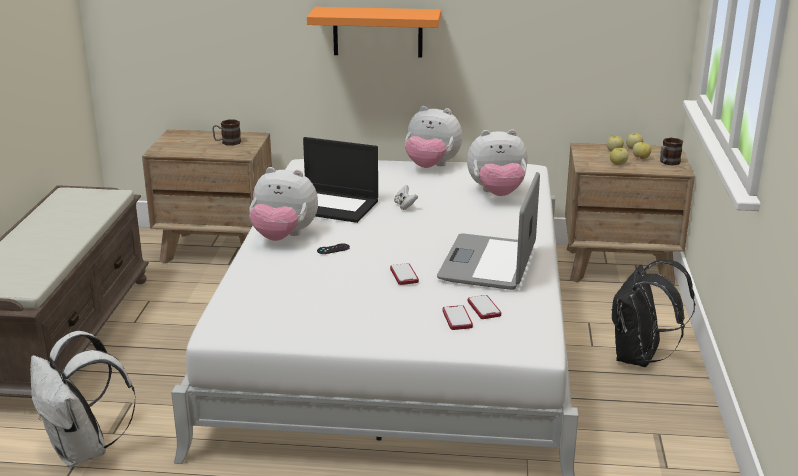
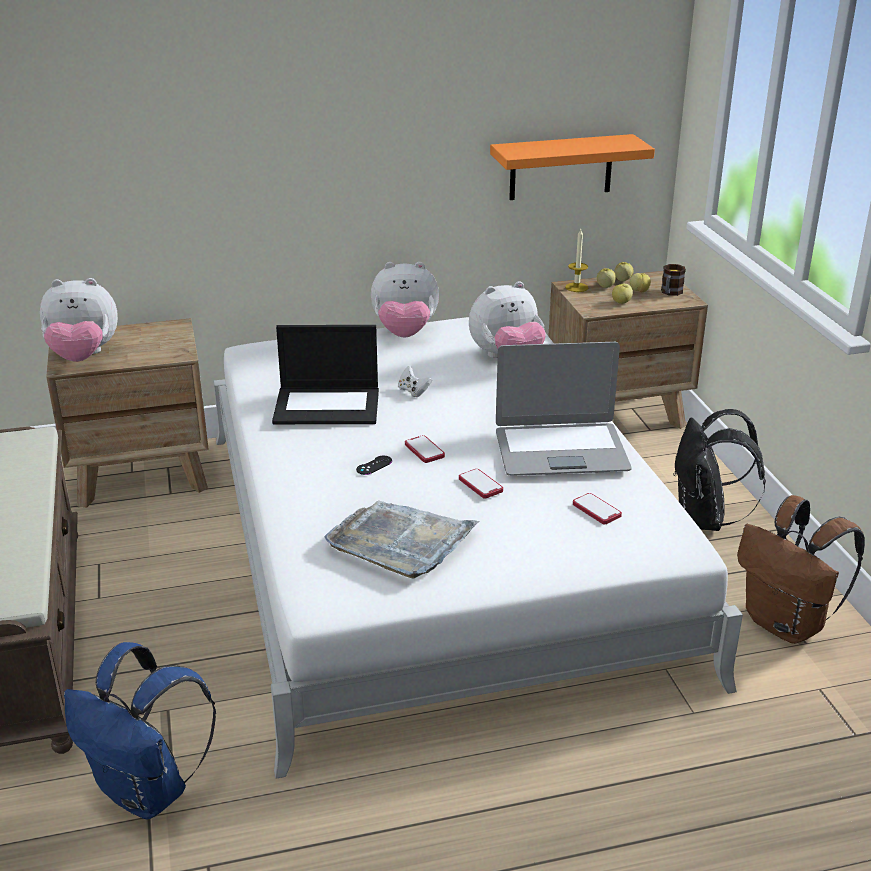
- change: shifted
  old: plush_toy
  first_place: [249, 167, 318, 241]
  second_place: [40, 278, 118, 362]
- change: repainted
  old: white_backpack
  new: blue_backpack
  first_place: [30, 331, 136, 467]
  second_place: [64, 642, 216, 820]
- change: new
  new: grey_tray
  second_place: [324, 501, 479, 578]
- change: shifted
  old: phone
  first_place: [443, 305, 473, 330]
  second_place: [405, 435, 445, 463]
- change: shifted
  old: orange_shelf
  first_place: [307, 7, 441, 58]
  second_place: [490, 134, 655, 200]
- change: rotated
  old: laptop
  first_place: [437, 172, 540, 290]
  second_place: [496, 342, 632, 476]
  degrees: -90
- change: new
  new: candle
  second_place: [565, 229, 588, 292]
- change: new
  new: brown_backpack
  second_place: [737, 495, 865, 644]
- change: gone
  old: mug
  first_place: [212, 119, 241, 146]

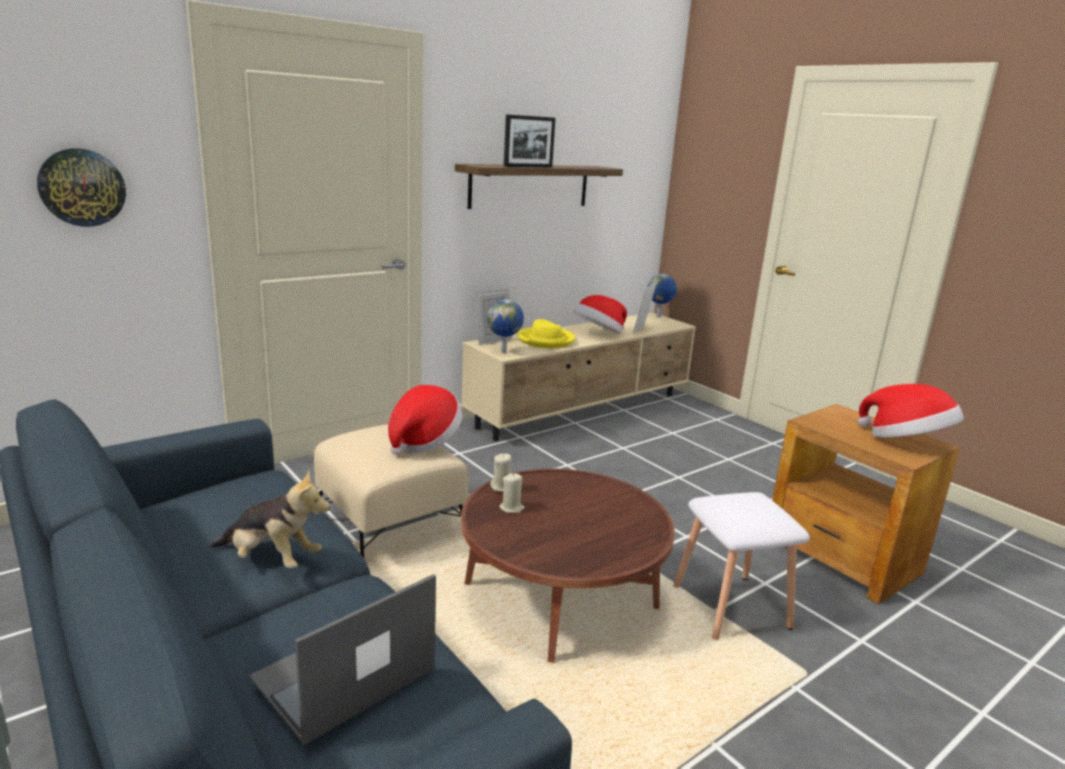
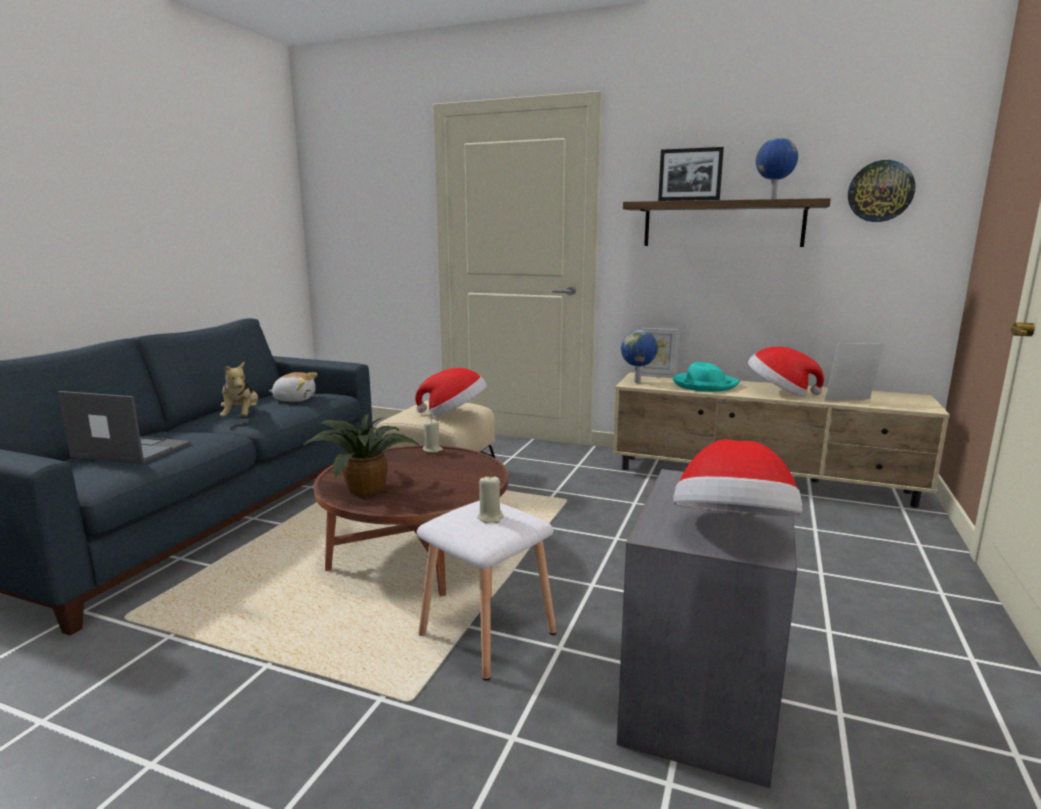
- change: new
  new: plush_toy
  second_place: [269, 372, 318, 402]
- change: new
  new: potted_plant
  second_place: [301, 414, 422, 496]
- change: shifted
  old: beige_candle
  first_place: [499, 473, 525, 513]
  second_place: [477, 475, 503, 523]
- change: repainted
  old: brown_side_table
  new: grey_side_table
  first_place: [772, 404, 960, 604]
  second_place: [617, 469, 797, 788]
- change: repainted
  old: yellow_hat
  new: turquoise_hat
  first_place: [517, 319, 575, 348]
  second_place: [673, 362, 740, 392]
- change: shifted
  old: globe
  first_place: [647, 274, 677, 318]
  second_place: [756, 138, 798, 199]
- change: shifted
  old: wall_clock
  first_place: [37, 148, 126, 227]
  second_place: [848, 160, 915, 222]

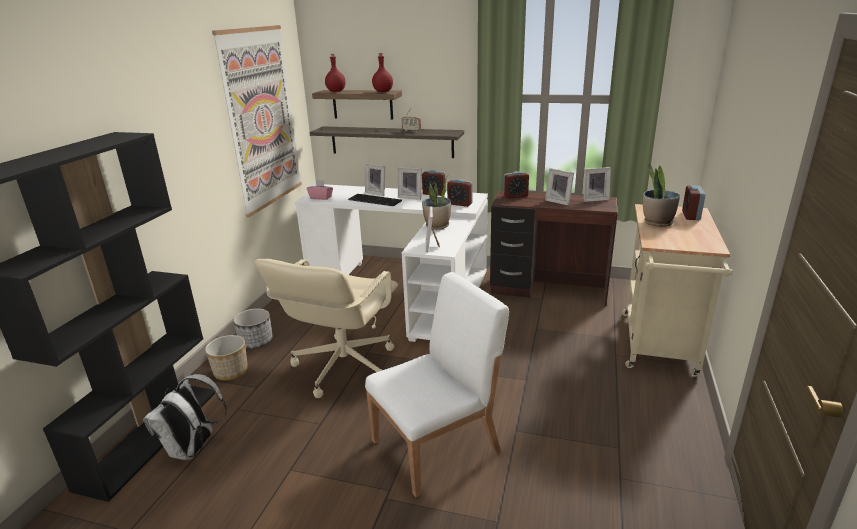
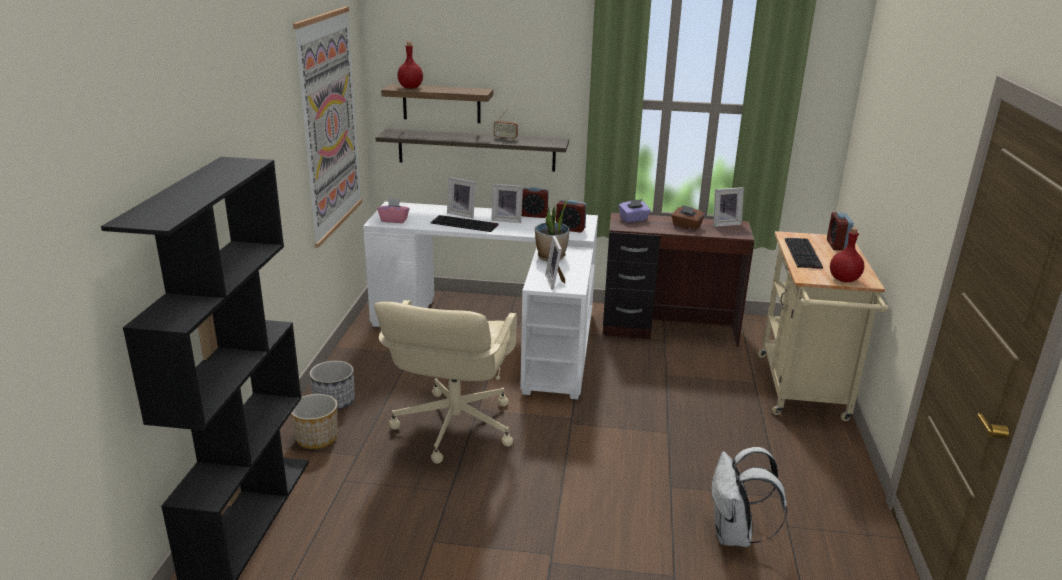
- change: swapped
  old: alarm_clock
  new: purple_tissue_box
  first_place: [503, 171, 529, 199]
  second_place: [619, 199, 651, 223]
- change: swapped
  old: picture_frame
  new: brown_tissue_box
  first_place: [545, 168, 574, 206]
  second_place: [671, 205, 705, 231]
- change: shifted
  old: white_backpack
  first_place: [143, 374, 227, 460]
  second_place: [711, 447, 788, 547]
- change: swapped
  old: potted_plant
  new: keyboard
  first_place: [643, 163, 680, 227]
  second_place: [784, 238, 823, 269]
- change: shifted
  old: red_bottle
  first_place: [372, 53, 393, 92]
  second_place: [830, 228, 864, 282]
- change: gone
  old: white_chair
  first_place: [365, 272, 509, 497]

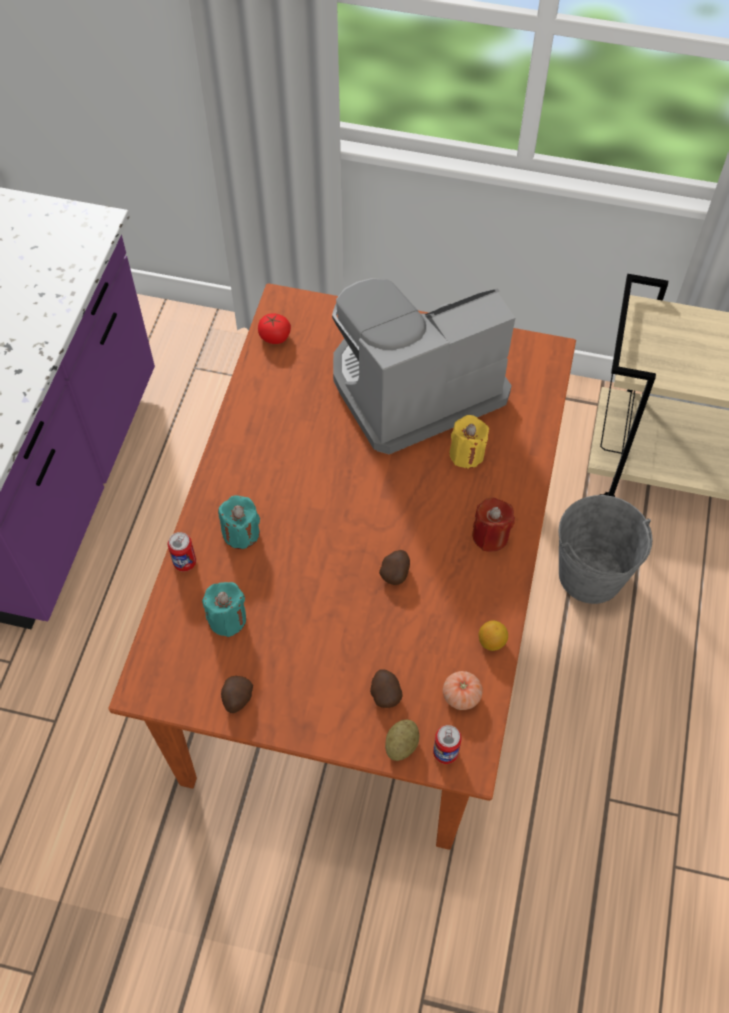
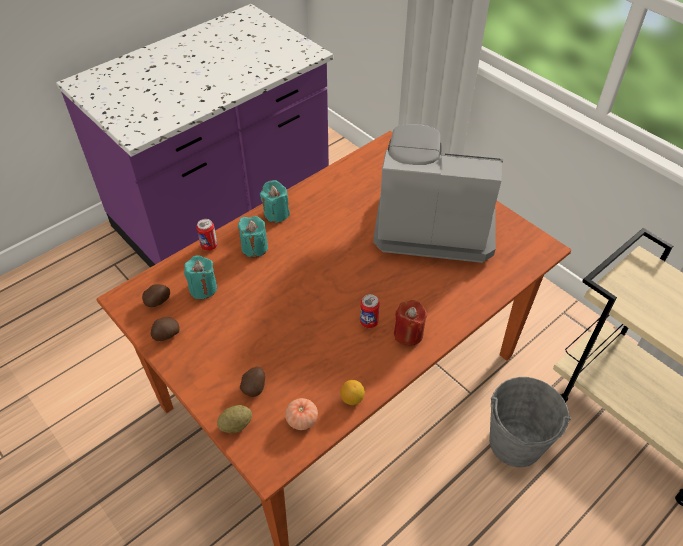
- change: shifted
  old: potato
  first_place: [379, 550, 410, 585]
  second_place: [142, 284, 170, 307]
- change: new
  new: turquoise_candle
  second_place: [260, 180, 290, 223]
- change: shifted
  old: can
  first_place: [433, 725, 462, 764]
  second_place: [360, 294, 380, 328]
- change: gone
  old: tomato
  first_place: [258, 313, 291, 344]
- change: gone
  old: yellow_candle
  first_place: [449, 415, 489, 468]

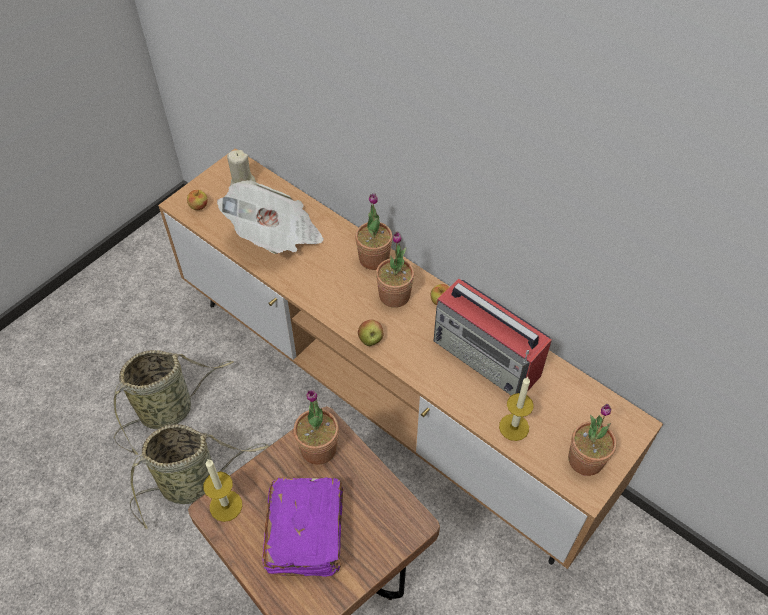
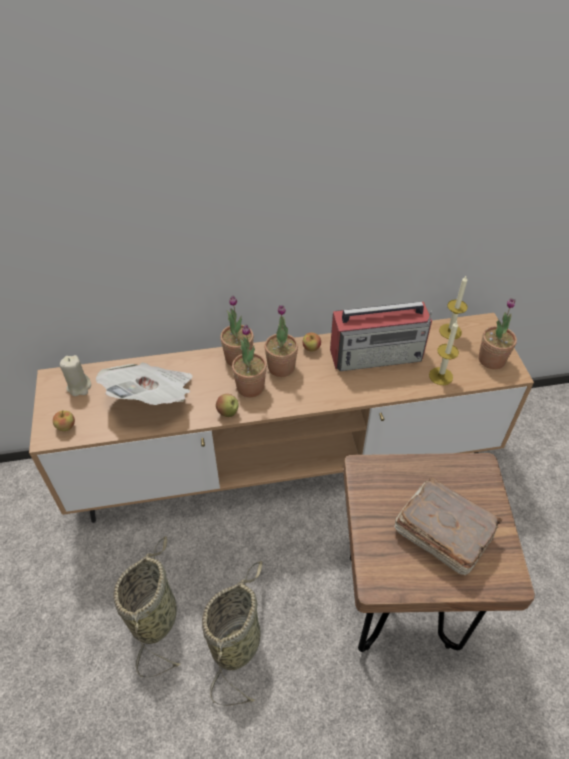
- change: shifted
  old: apple
  first_place: [358, 320, 383, 346]
  second_place: [216, 394, 239, 417]
- change: shifted
  old: potted_plant
  first_place: [293, 390, 339, 465]
  second_place: [232, 325, 267, 397]
- change: repainted
  old: purple_book
  new: brown_book
  first_place: [263, 477, 343, 577]
  second_place: [394, 477, 502, 576]
- change: shifted
  old: candle
  first_place: [203, 460, 242, 522]
  second_place: [439, 276, 468, 339]

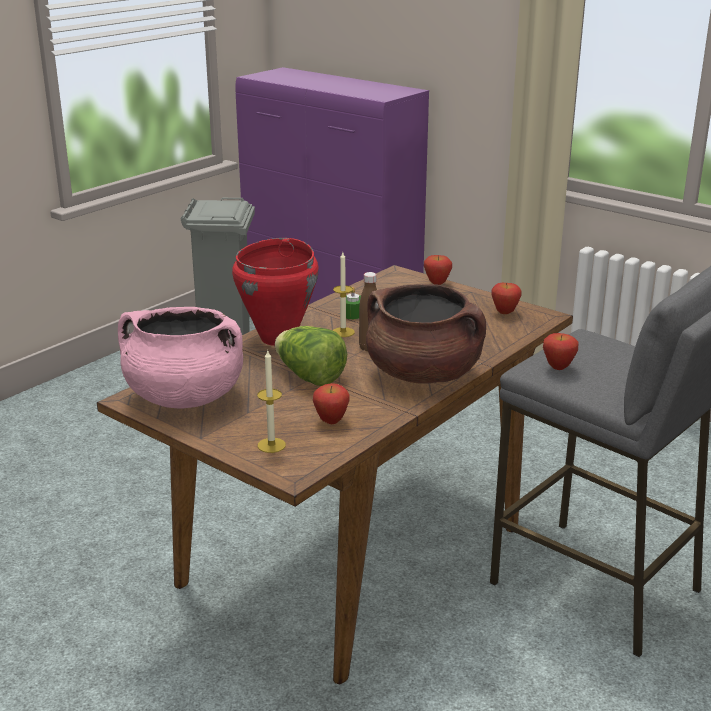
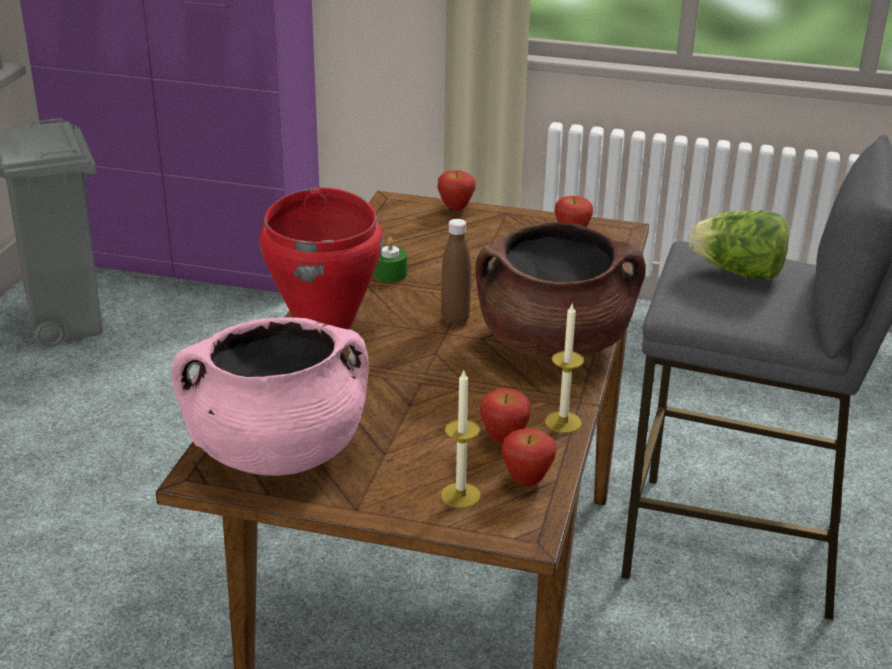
- change: shifted
  old: apple
  first_place: [543, 333, 578, 370]
  second_place: [501, 429, 556, 486]
- change: shifted
  old: candle
  first_place: [333, 252, 355, 337]
  second_place: [545, 304, 584, 433]
- change: shifted
  old: lettuce
  first_place: [275, 326, 347, 386]
  second_place: [689, 210, 789, 281]

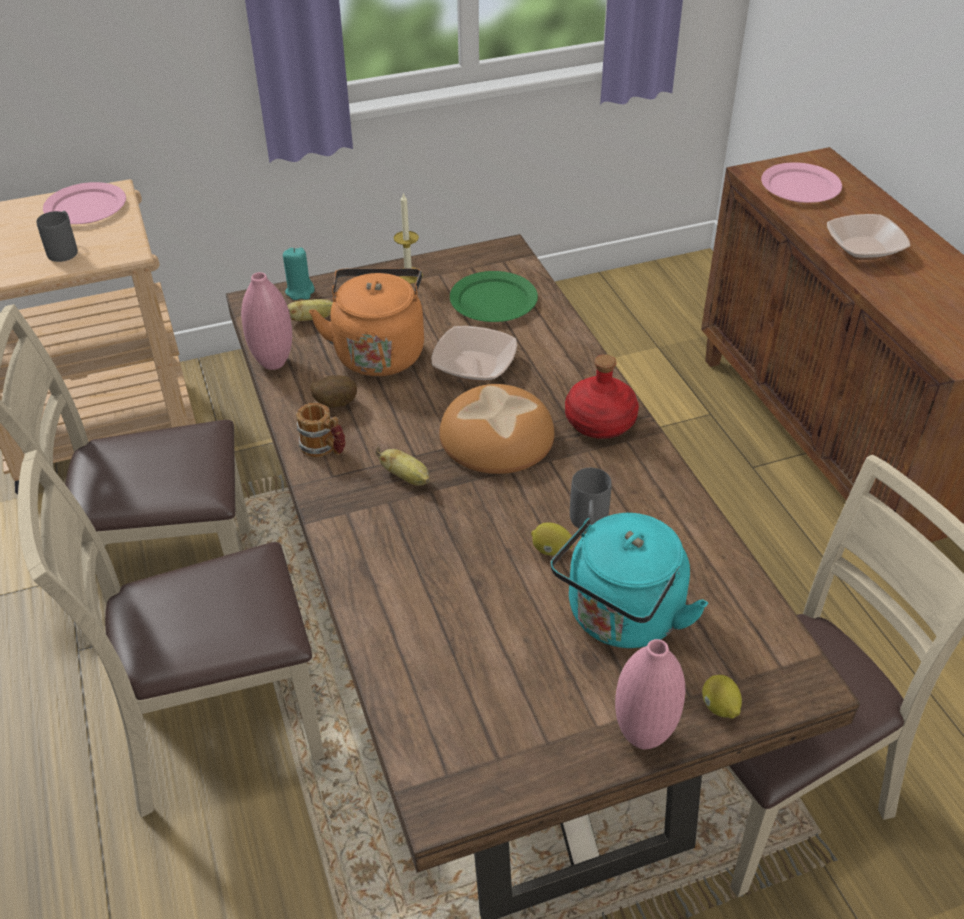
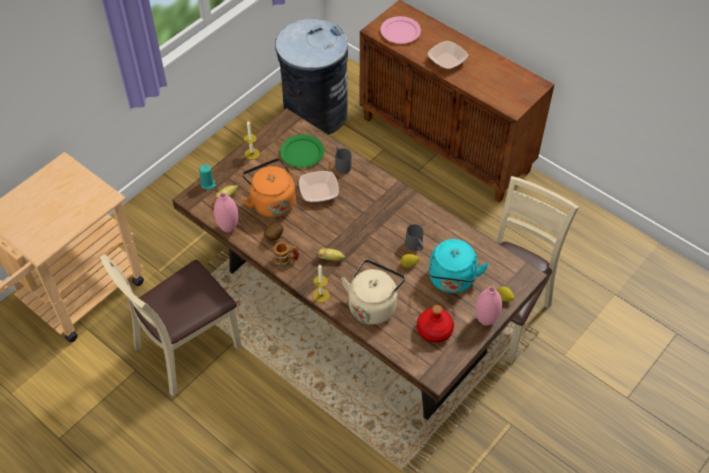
- change: new
  new: grey_trash_can
  second_place: [275, 19, 348, 135]
- change: new
  new: candle
  second_place: [313, 265, 330, 302]
- change: shifted
  old: grey_mug
  first_place: [36, 211, 78, 262]
  second_place: [335, 146, 351, 174]
- change: new
  new: beige_kettle
  second_place: [341, 259, 405, 325]
- change: shifted
  old: red_bottle
  first_place: [565, 354, 639, 439]
  second_place: [417, 305, 454, 343]
- change: gone
  old: beige_chair
  first_place: [18, 450, 325, 817]
- change: gone
  old: pink_plate
  first_place: [43, 182, 126, 224]
- change: gone
  old: bread
  first_place: [439, 384, 554, 474]

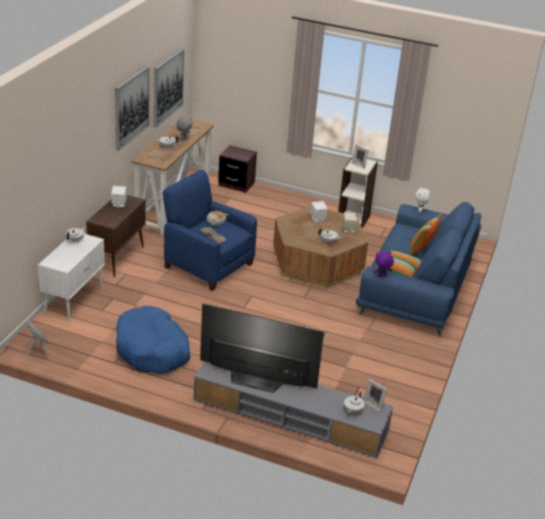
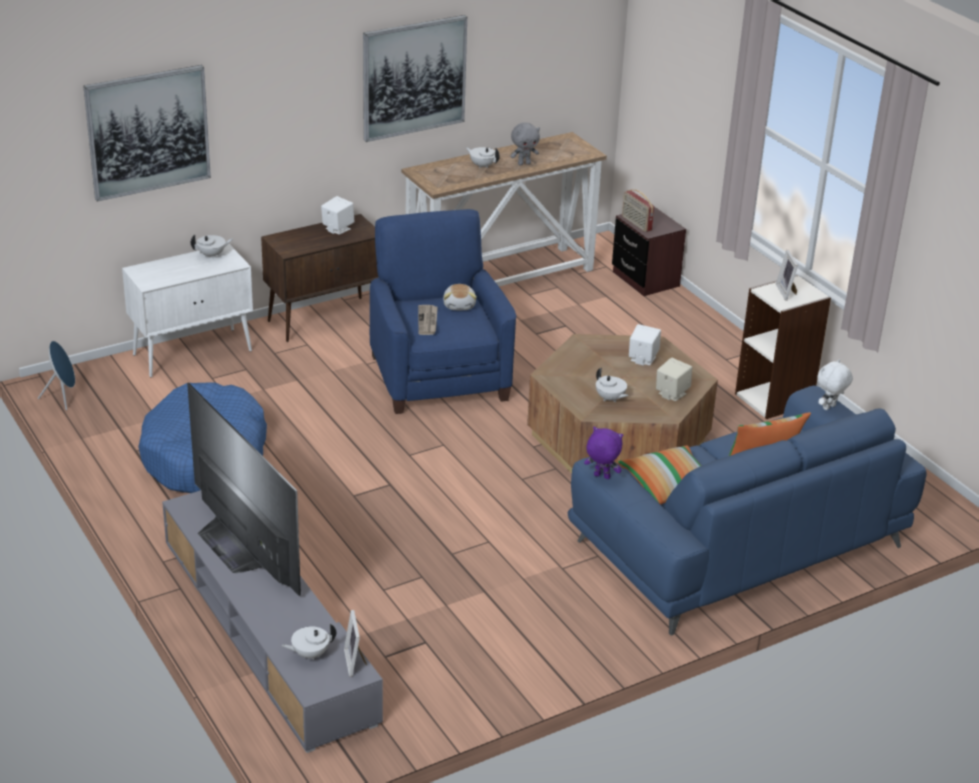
- change: shifted
  old: picture
  first_place: [154, 49, 184, 127]
  second_place: [83, 65, 211, 202]
- change: new
  new: radio
  second_place: [622, 189, 654, 232]

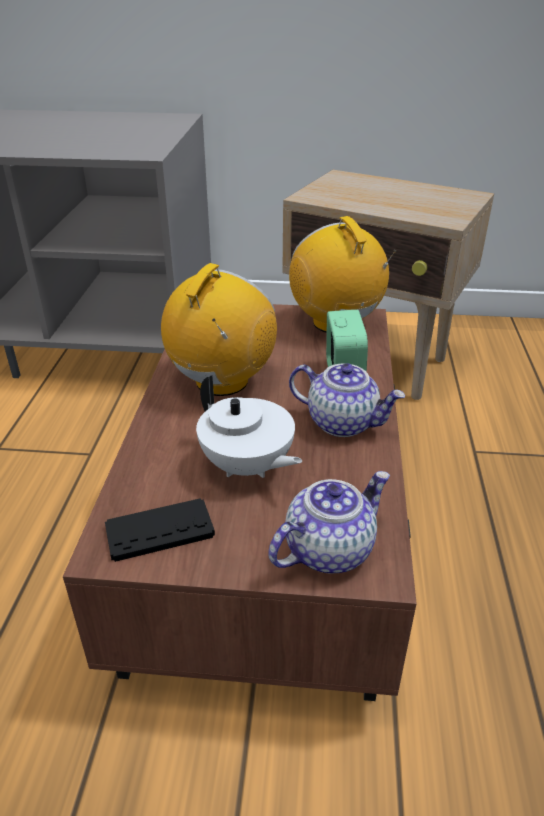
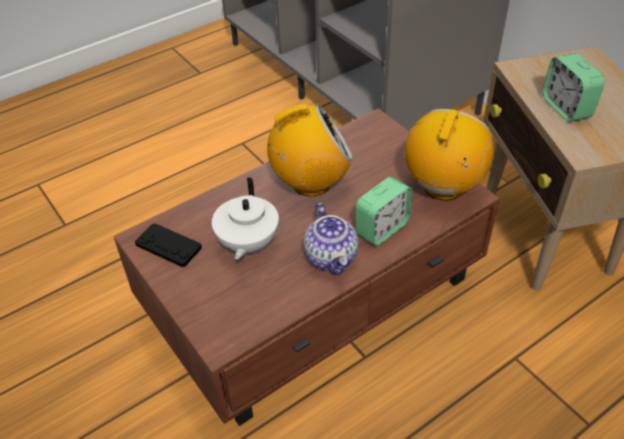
- change: new
  new: alarm_clock
  second_place: [542, 53, 605, 122]
- change: gone
  old: teapot
  first_place: [268, 471, 390, 574]

